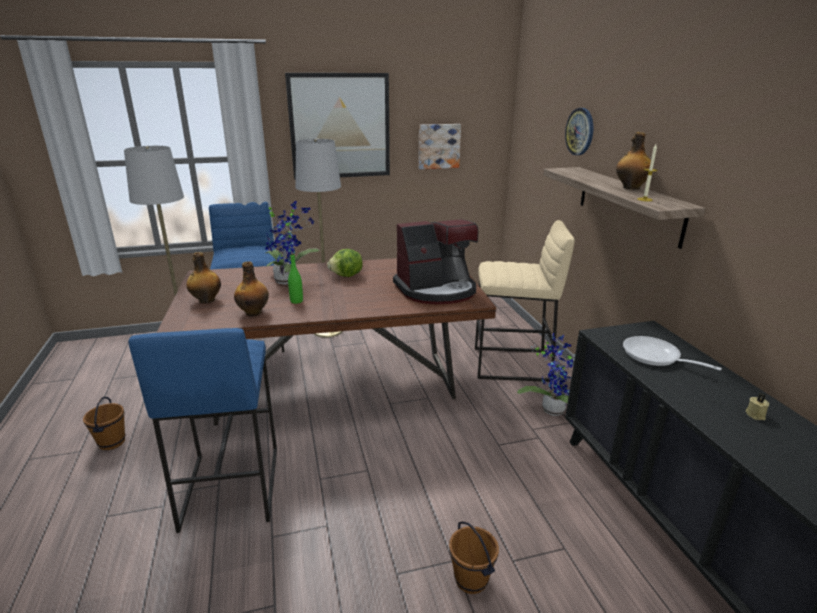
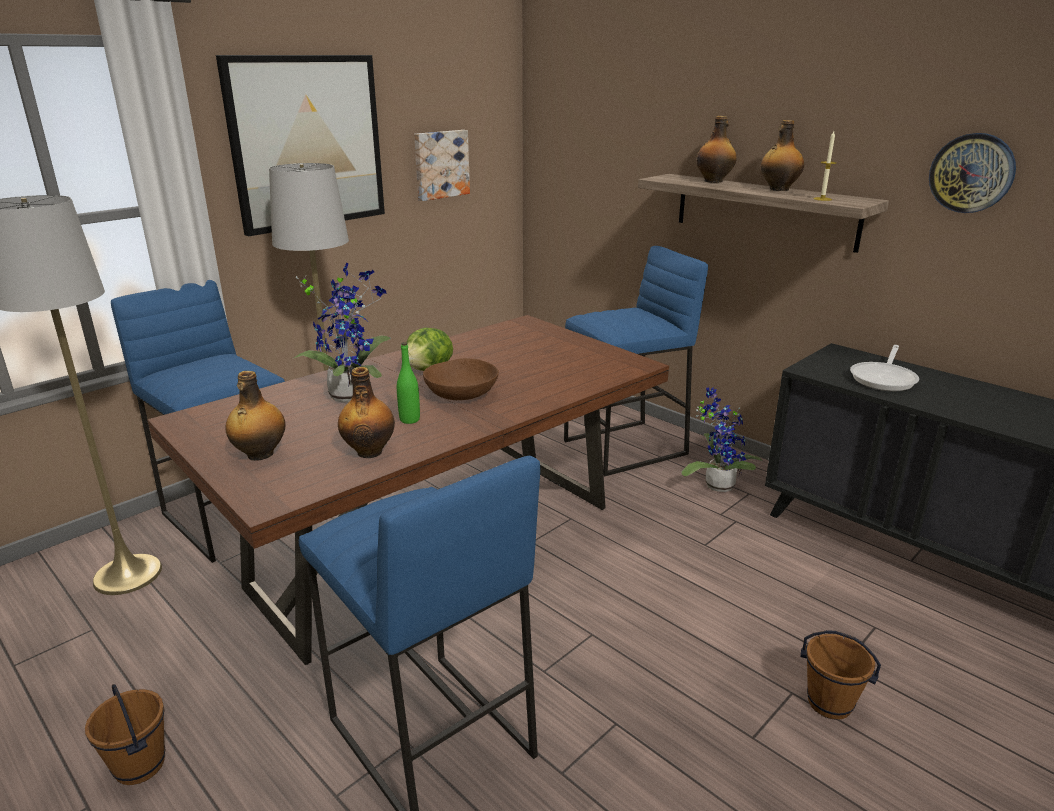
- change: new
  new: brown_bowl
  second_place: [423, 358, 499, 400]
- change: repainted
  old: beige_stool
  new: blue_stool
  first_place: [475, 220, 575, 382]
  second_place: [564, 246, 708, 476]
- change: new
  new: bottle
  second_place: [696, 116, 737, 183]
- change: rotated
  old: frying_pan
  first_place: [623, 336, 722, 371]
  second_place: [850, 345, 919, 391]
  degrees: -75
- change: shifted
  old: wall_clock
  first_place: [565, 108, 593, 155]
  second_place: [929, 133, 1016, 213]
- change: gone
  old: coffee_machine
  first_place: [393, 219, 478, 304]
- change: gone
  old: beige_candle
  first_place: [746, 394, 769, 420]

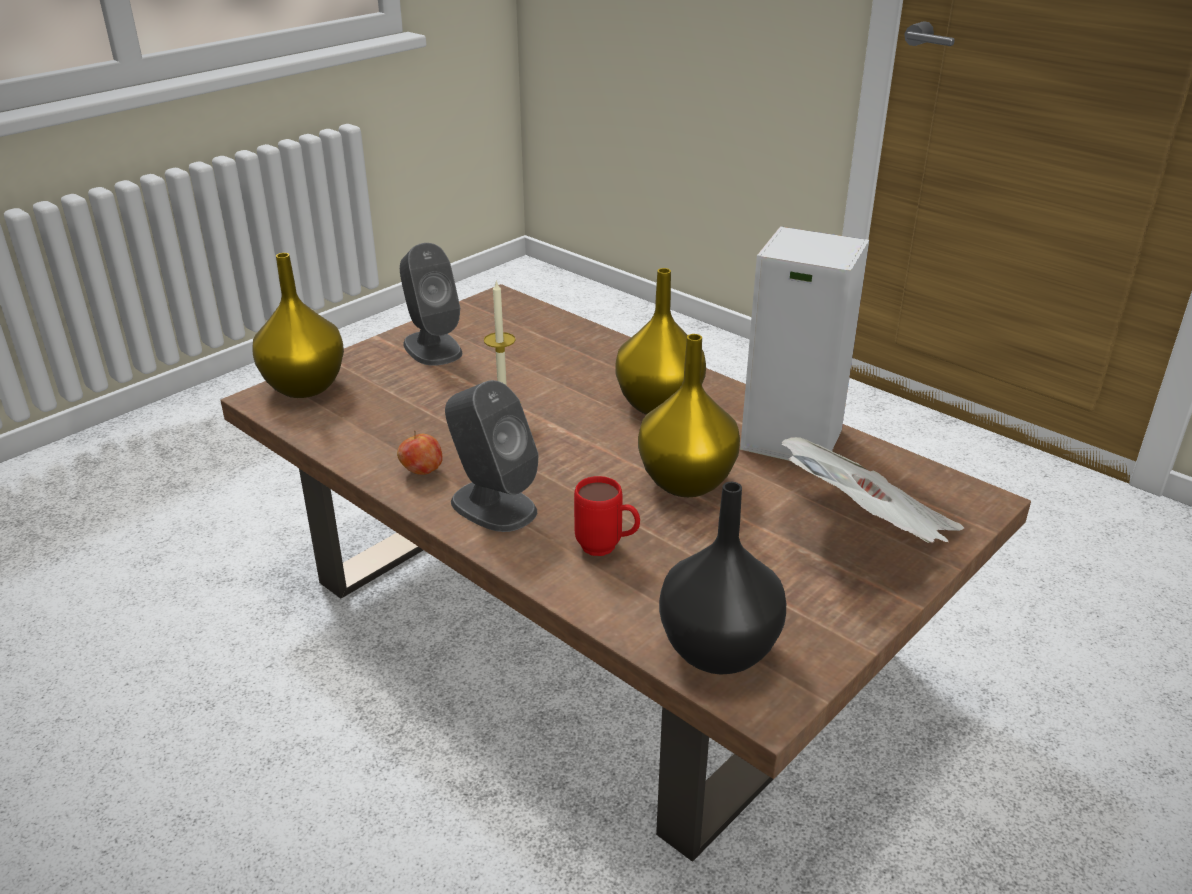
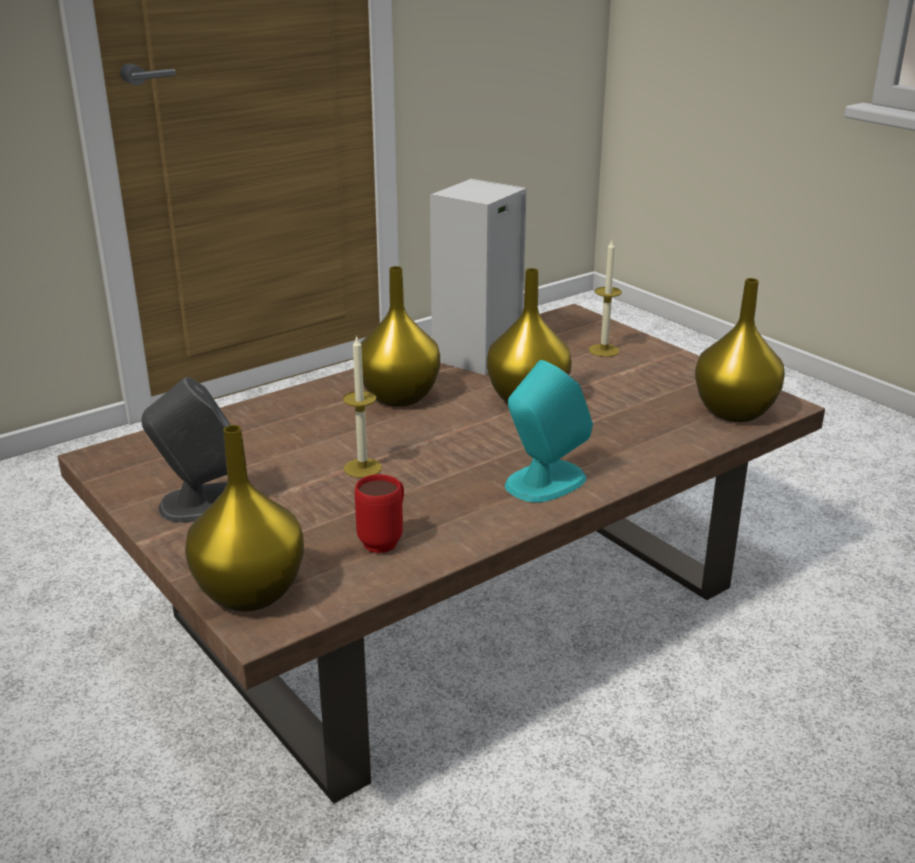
- change: shifted
  old: red_mug
  first_place: [574, 476, 640, 556]
  second_place: [355, 474, 404, 553]
- change: repainted
  old: grey_speaker
  new: turquoise_speaker
  first_place: [445, 380, 539, 532]
  second_place: [505, 360, 593, 502]
- change: swapped
  old: newspaper
  new: candle
  first_place: [782, 437, 964, 544]
  second_place: [589, 240, 622, 357]
- change: repainted
  old: black_vase
  new: yellow_vase
  first_place: [659, 482, 786, 675]
  second_place: [695, 278, 785, 422]
- change: gone
  old: apple
  first_place: [397, 431, 443, 475]

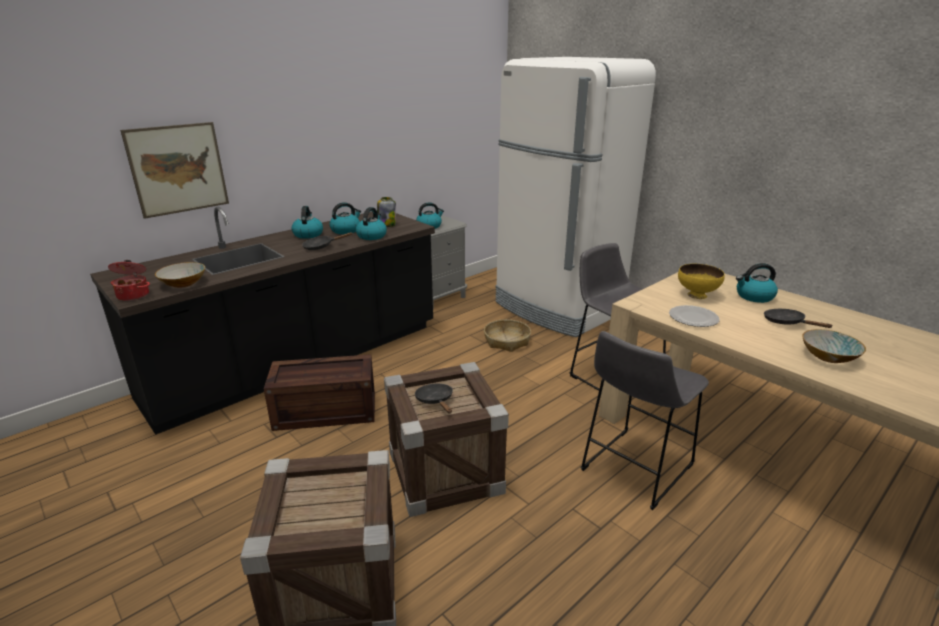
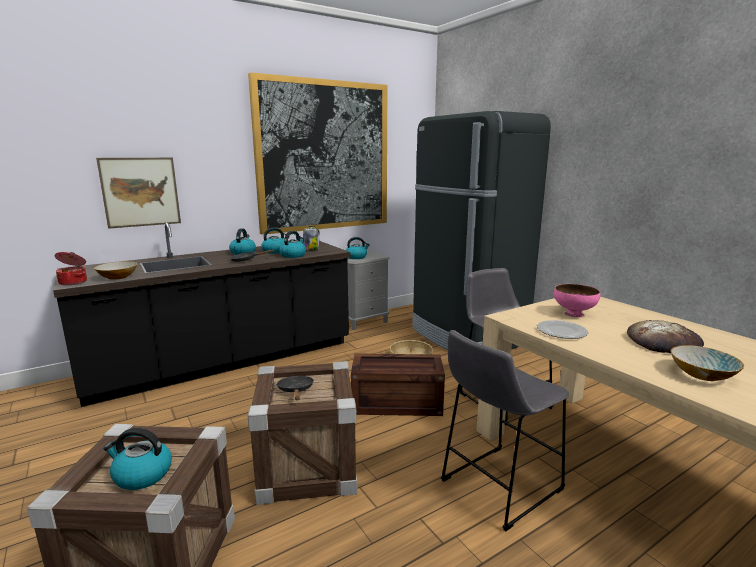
- change: shifted
  old: kettle
  first_place: [736, 263, 778, 303]
  second_place: [104, 428, 172, 490]
- change: new
  new: picture
  second_place: [248, 73, 387, 235]
- change: shifted
  old: crate
  first_place: [264, 354, 375, 431]
  second_place: [351, 353, 445, 416]
- change: repainted
  old: white_fridge
  new: black_fridge
  first_place: [495, 57, 656, 337]
  second_place: [412, 111, 551, 350]
- change: repainted
  old: yellow_bowl
  new: pink_bowl
  first_place: [678, 264, 725, 299]
  second_place: [554, 284, 600, 317]
- change: swapped
  old: black_frying_pan
  new: bread
  first_place: [764, 309, 832, 328]
  second_place: [627, 320, 704, 353]

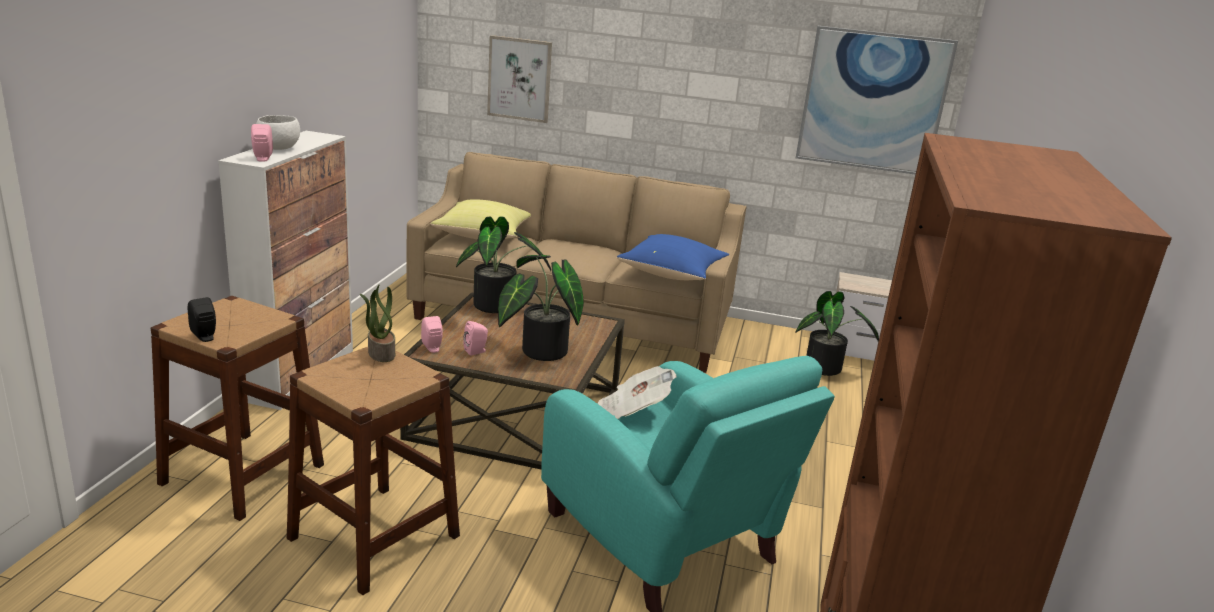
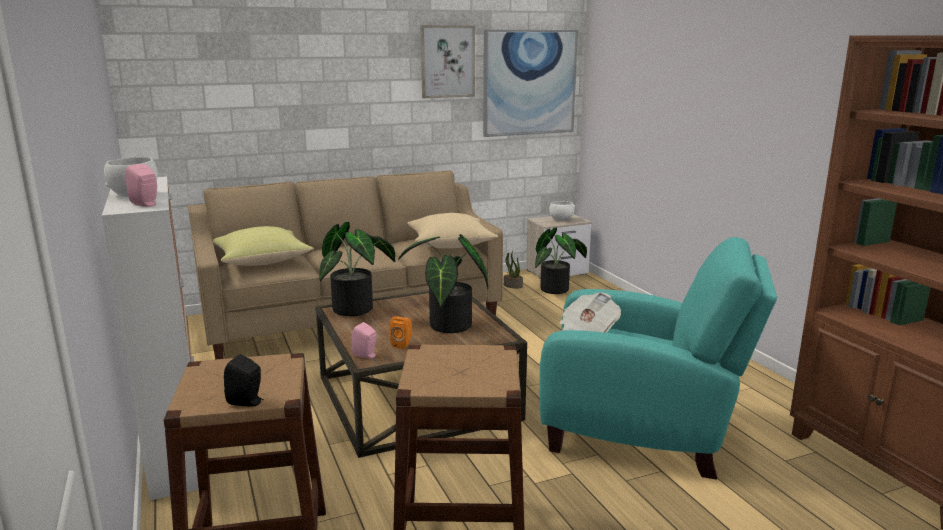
- change: repainted
  old: pink_speaker
  new: orange_speaker
  first_place: [463, 321, 488, 356]
  second_place: [390, 317, 412, 349]
- change: repainted
  old: blue_pillow
  new: beige_pillow
  first_place: [617, 234, 729, 280]
  second_place: [407, 213, 498, 249]
- change: shifted
  old: picture
  first_place: [487, 35, 552, 123]
  second_place: [420, 25, 475, 98]
- change: shifted
  old: potted_plant
  first_place: [360, 285, 395, 362]
  second_place: [504, 251, 523, 288]
- change: new
  new: white_bowl
  second_place: [549, 201, 575, 221]

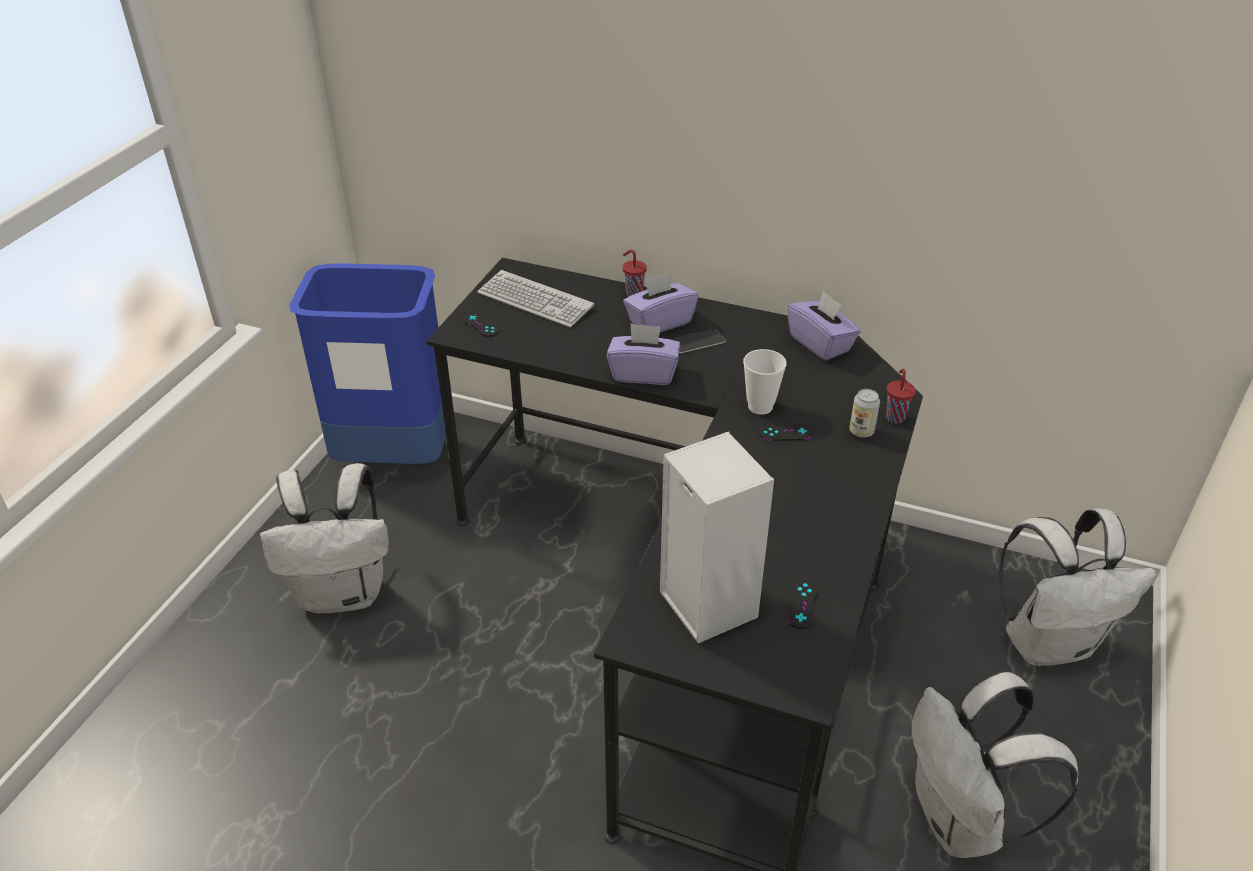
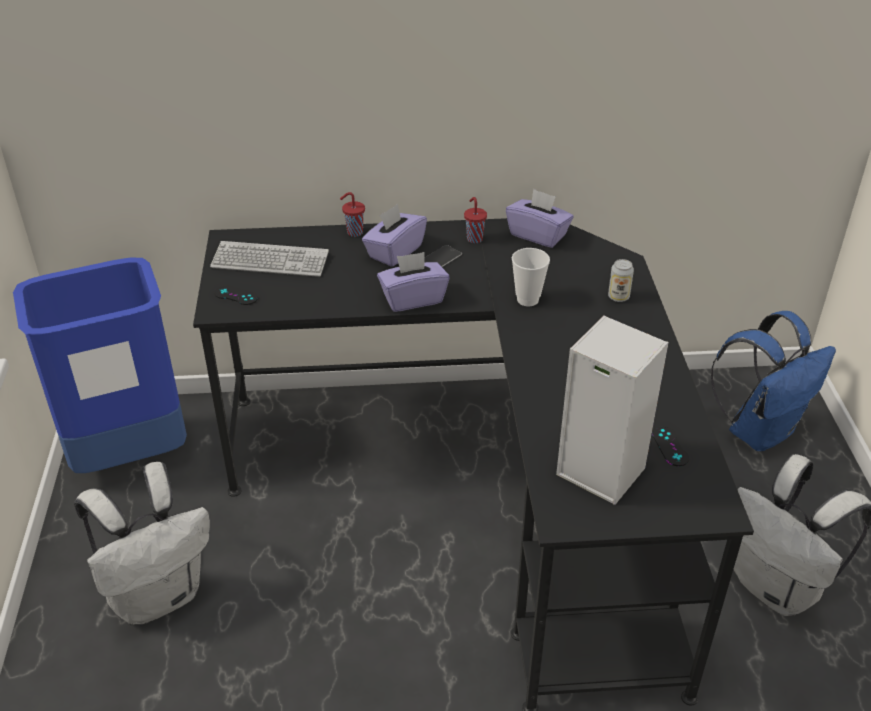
- change: shifted
  old: red_cup
  first_place: [886, 369, 916, 424]
  second_place: [464, 197, 487, 243]
- change: repainted
  old: white_backpack
  new: blue_backpack
  first_place: [999, 508, 1156, 666]
  second_place: [711, 311, 836, 451]
- change: gone
  old: black_game_controller
  first_place: [759, 424, 813, 441]

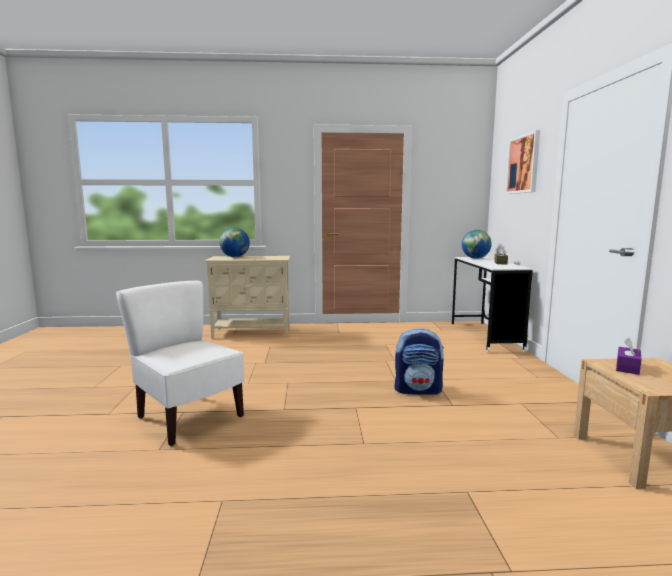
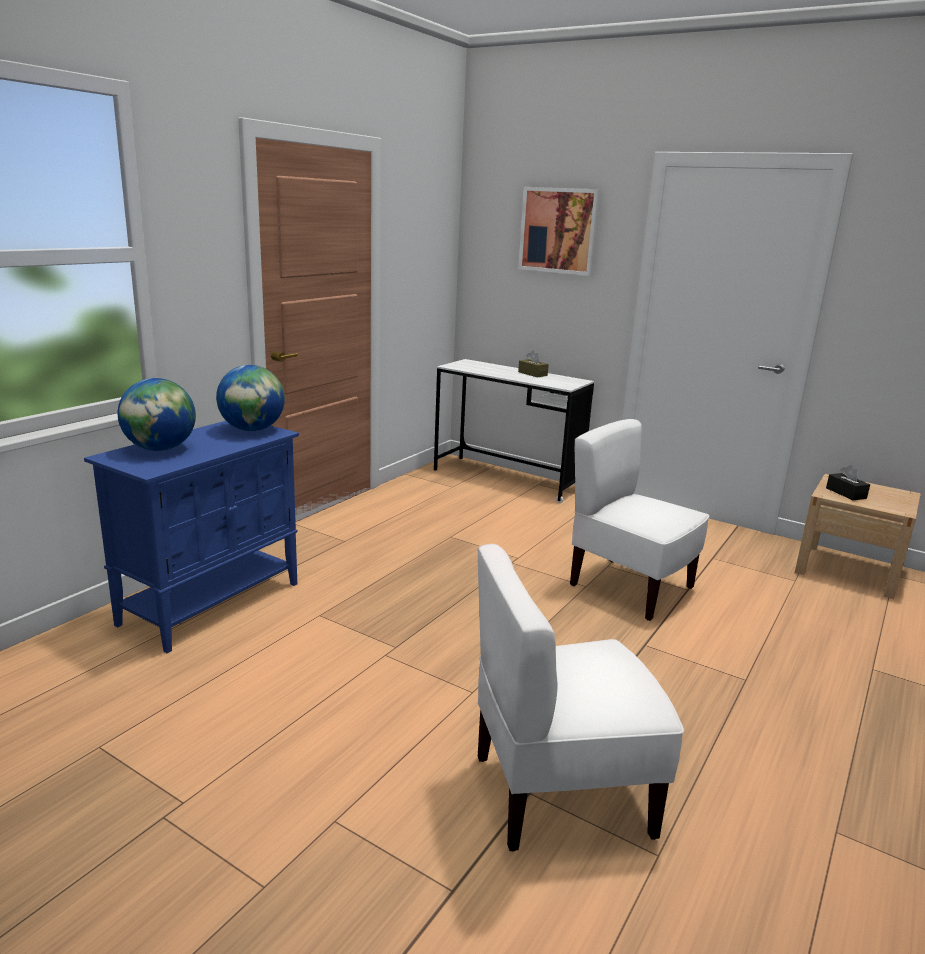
- change: repainted
  old: beige_cabinet
  new: blue_cabinet
  first_place: [204, 256, 290, 339]
  second_place: [84, 421, 299, 653]
- change: shifted
  old: globe
  first_place: [462, 230, 492, 259]
  second_place: [216, 365, 285, 431]
- change: swapped
  old: backpack
  new: white_chair
  first_place: [395, 328, 444, 395]
  second_place: [570, 419, 710, 621]
- change: repainted
  old: purple_tissue_box
  new: black_tissue_box
  first_place: [616, 338, 642, 375]
  second_place: [826, 465, 870, 500]

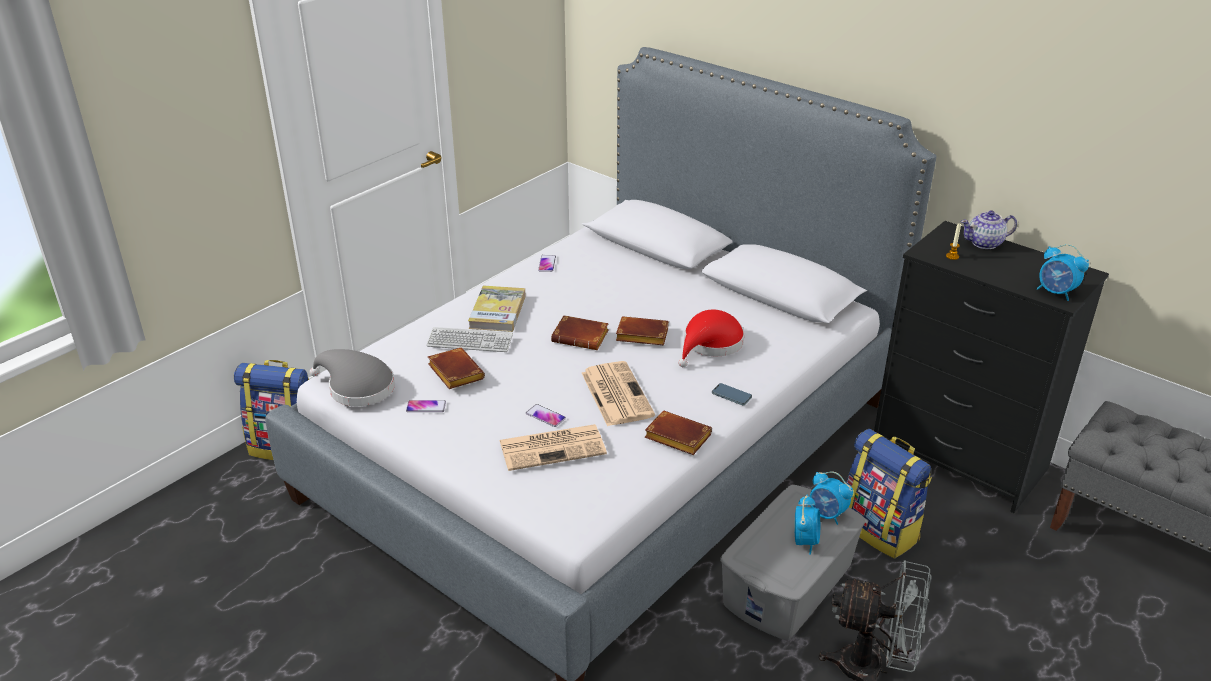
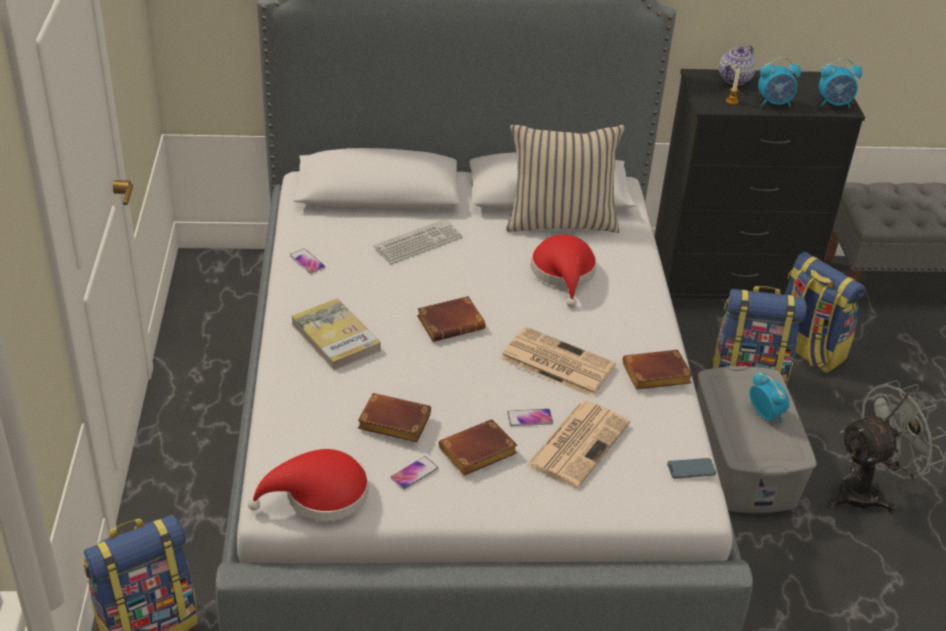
- change: repainted
  old: grey_hat
  new: red_hat
  first_place: [310, 349, 395, 406]
  second_place: [248, 449, 369, 521]
- change: shifted
  old: keyboard
  first_place: [426, 327, 513, 352]
  second_place: [374, 219, 463, 264]
- change: shifted
  old: brown_book
  first_place: [616, 316, 669, 346]
  second_place: [439, 419, 518, 476]
- change: new
  new: beige_pillow
  second_place: [506, 125, 625, 233]
- change: shifted
  old: phone
  first_place: [712, 383, 752, 405]
  second_place: [667, 458, 716, 479]
- change: shifted
  old: alarm_clock
  first_place: [809, 471, 853, 525]
  second_place: [758, 57, 801, 107]
- change: new
  new: backpack
  second_place: [784, 252, 866, 373]

